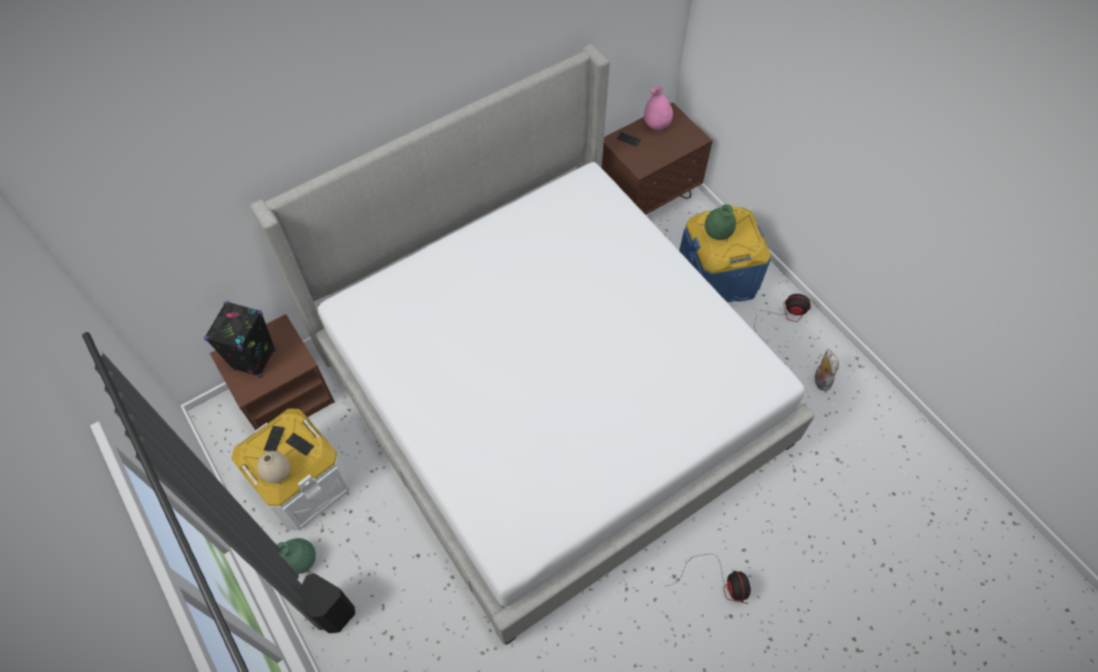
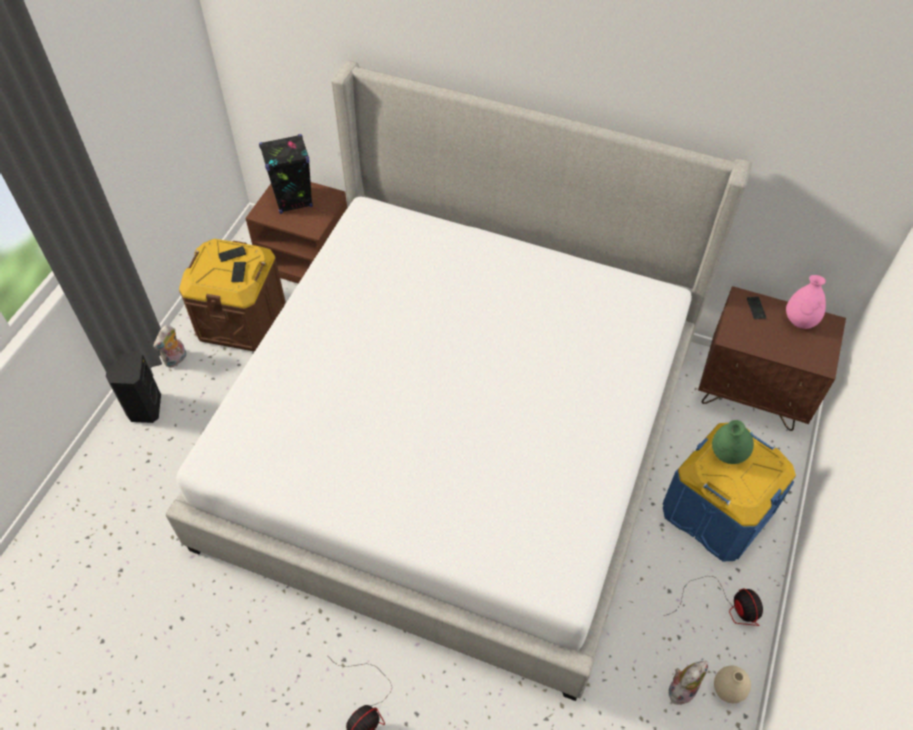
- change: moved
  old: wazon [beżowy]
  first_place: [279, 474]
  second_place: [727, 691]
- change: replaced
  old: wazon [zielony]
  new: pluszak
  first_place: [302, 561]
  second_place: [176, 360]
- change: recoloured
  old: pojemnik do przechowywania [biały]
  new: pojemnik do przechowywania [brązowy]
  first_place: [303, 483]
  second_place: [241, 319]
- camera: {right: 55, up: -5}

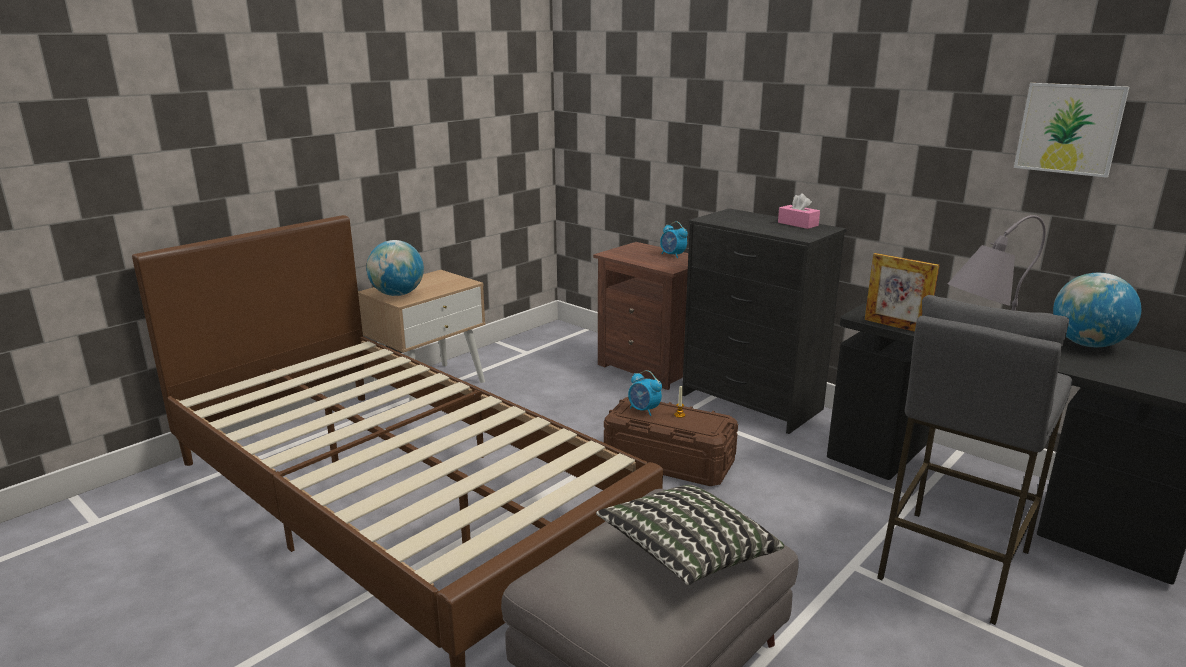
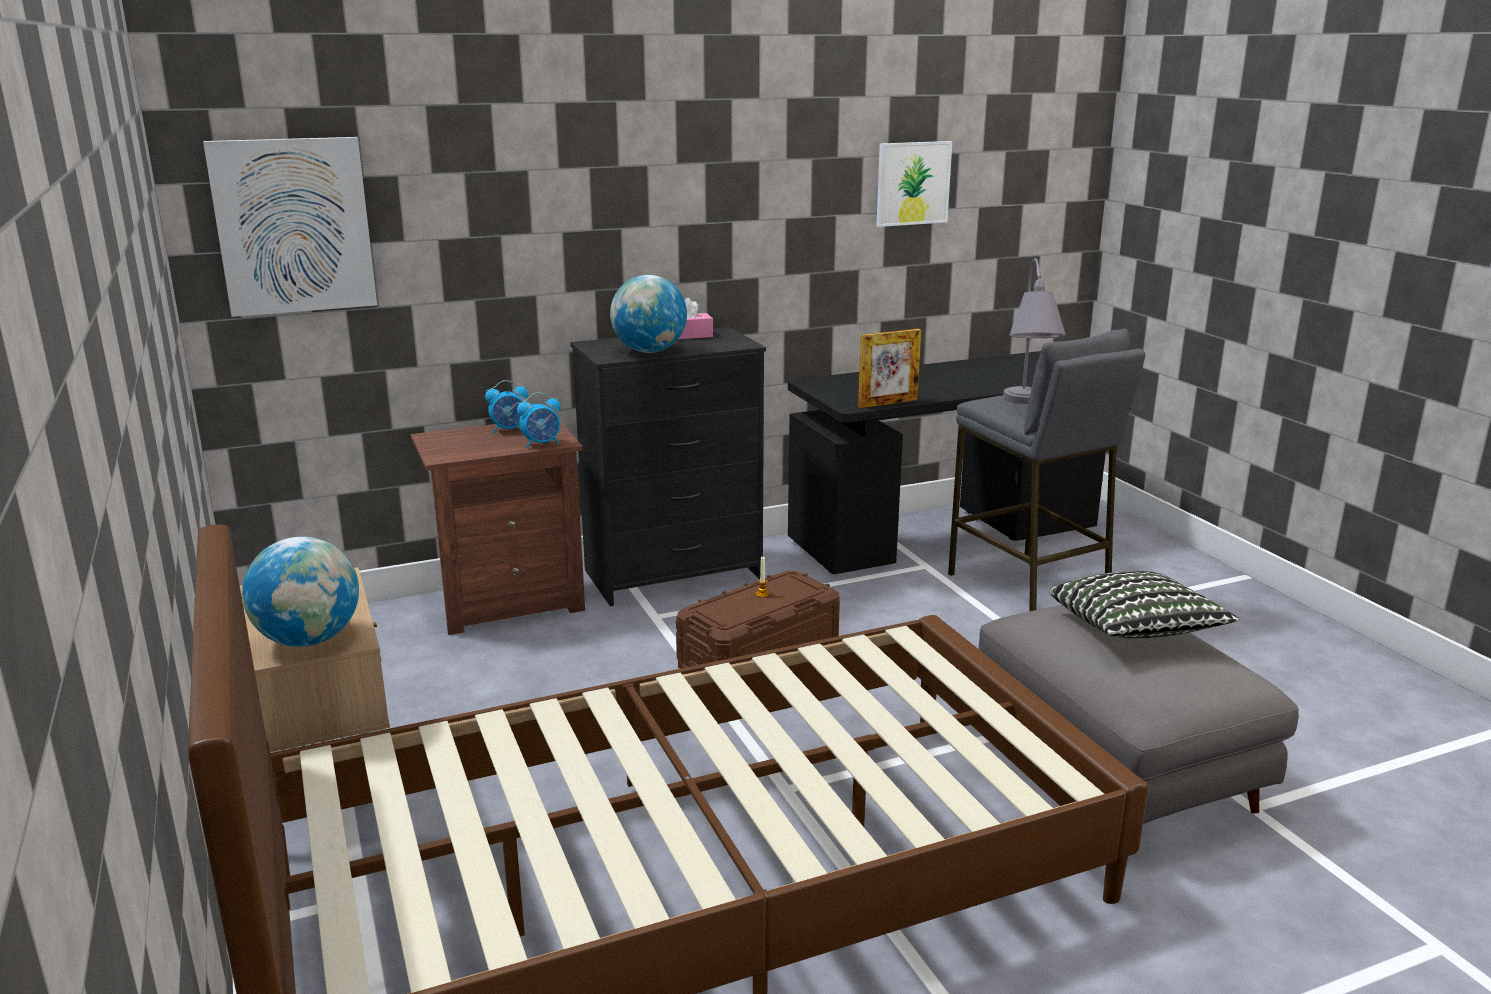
- change: added
  new: obraz
  second_place: [293, 226]
- change: moved
  old: budzik
  first_place: [644, 410]
  second_place: [542, 444]
- change: moved
  old: globus
  first_place: [1087, 344]
  second_place: [649, 351]
- camera: {right: -65, up: 0}

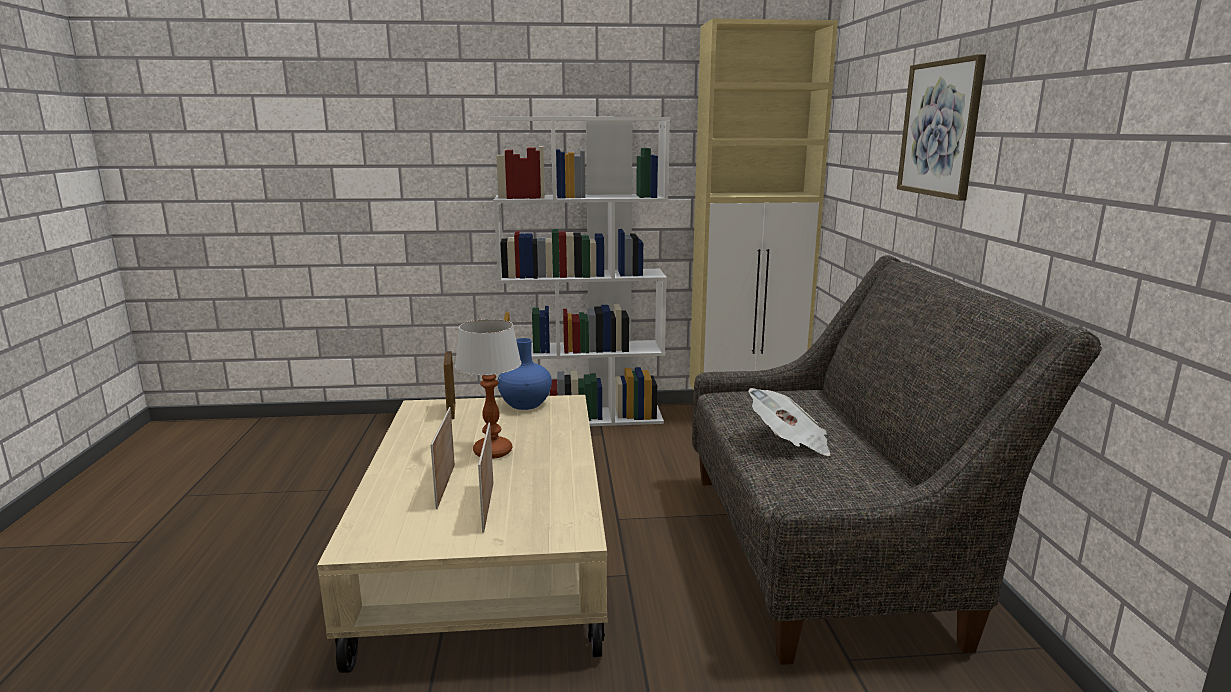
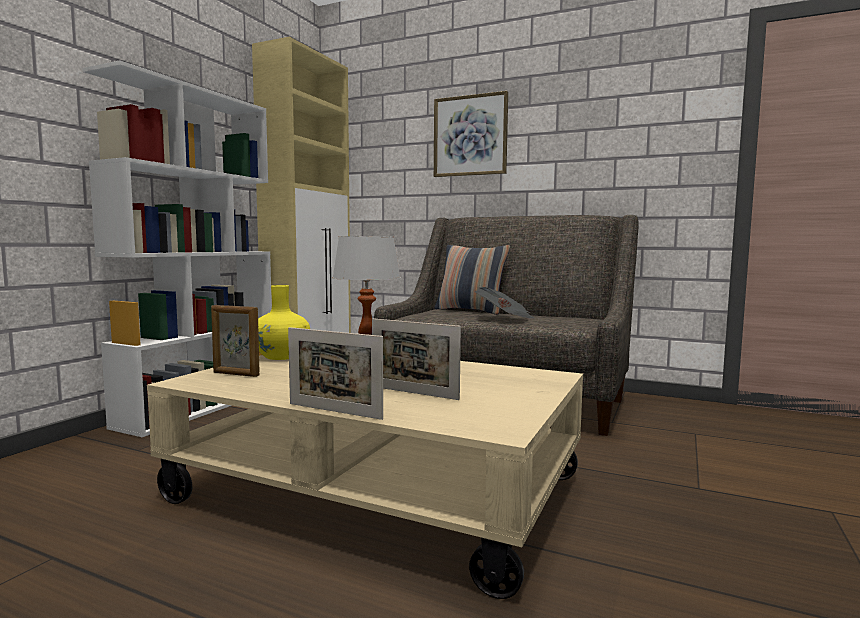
- change: added
  new: poduszka
  second_place: [470, 311]
- change: moved
  old: ramka na zdjęcie
  first_place: [488, 506]
  second_place: [334, 411]
- change: recoloured
  old: wazon [niebieski]
  new: wazon [żółty]
  first_place: [525, 404]
  second_place: [281, 356]
- camera: {right: -60, up: -10}

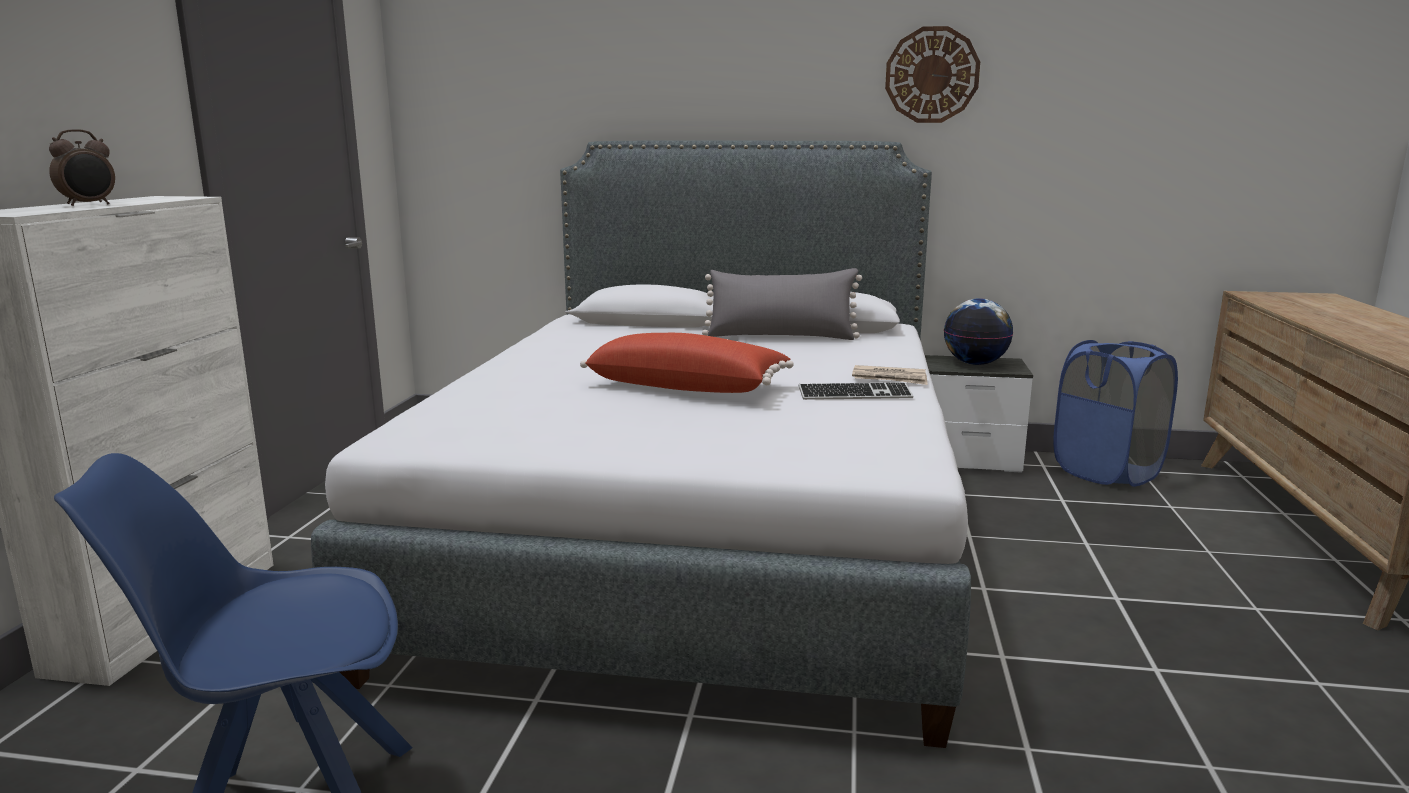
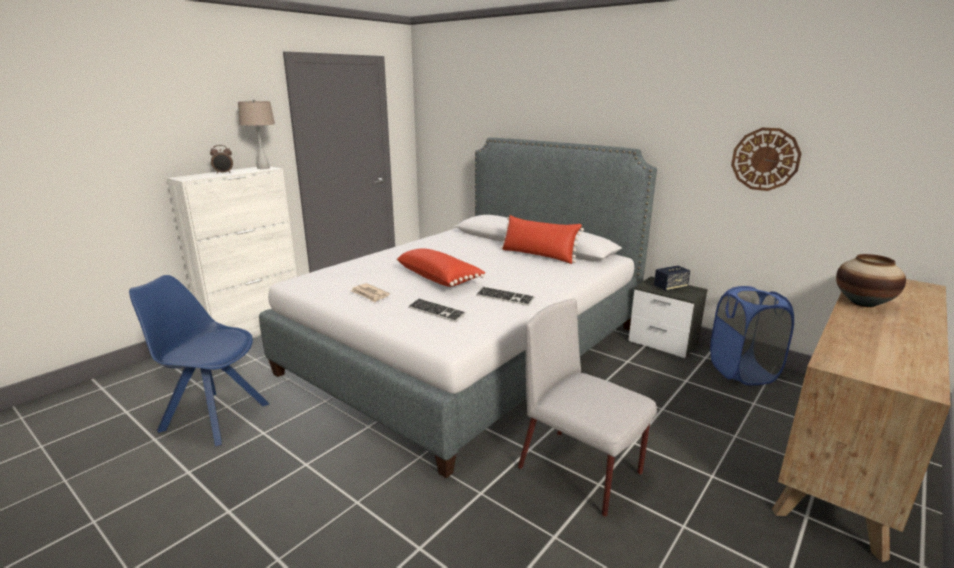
- change: added
  new: lampa stołowa [beżowy]
  second_place: [263, 168]
- change: added
  new: klawiatura
  second_place: [436, 311]
- change: added
  new: krzesło [szary]
  second_place: [581, 471]
- change: added
  new: wazon
  second_place: [863, 303]
- change: moved
  old: gazeta
  first_place: [890, 378]
  second_place: [370, 294]
- change: moved
  old: zegar ścienny
  first_place: [932, 75]
  second_place: [765, 159]
- change: replaced
  old: globus
  new: głośnik
  first_place: [975, 363]
  second_place: [670, 287]
- change: recoloured
  old: poduszka [szary]
  new: poduszka [czerwony]
  first_place: [781, 336]
  second_place: [538, 255]
- camera: {right: 30, up: 5}

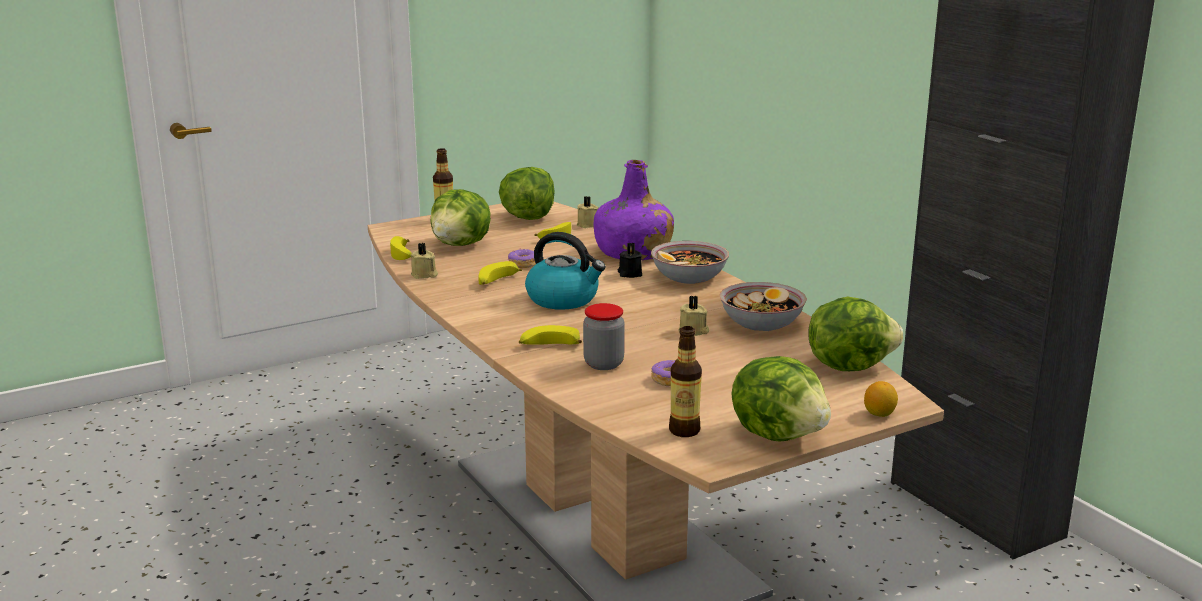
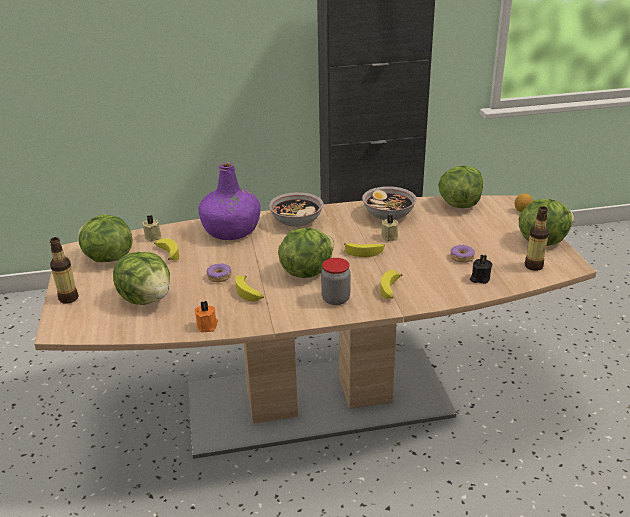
- change: moved
  old: banan
  first_place: [404, 255]
  second_place: [365, 252]
- change: moved
  old: słoik
  first_place: [603, 364]
  second_place: [336, 299]
- change: moved
  old: świeca [czarny]
  first_place: [629, 274]
  second_place: [479, 278]
- change: replaced
  old: czajnik
  new: sałata
  first_place: [564, 299]
  second_place: [306, 271]
- change: recoloured
  old: świeca [beżowy]
  new: świeca [pomarańczowy]
  first_place: [424, 275]
  second_place: [208, 325]
- camera: {right: -70, up: 10}

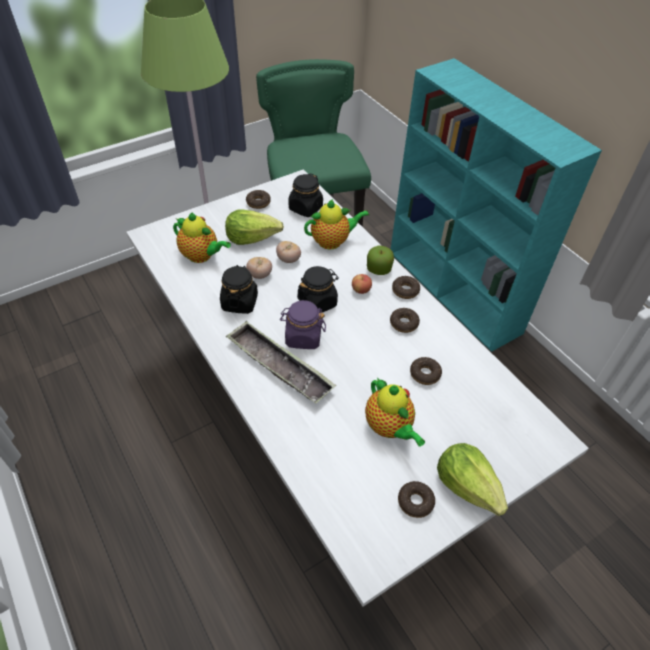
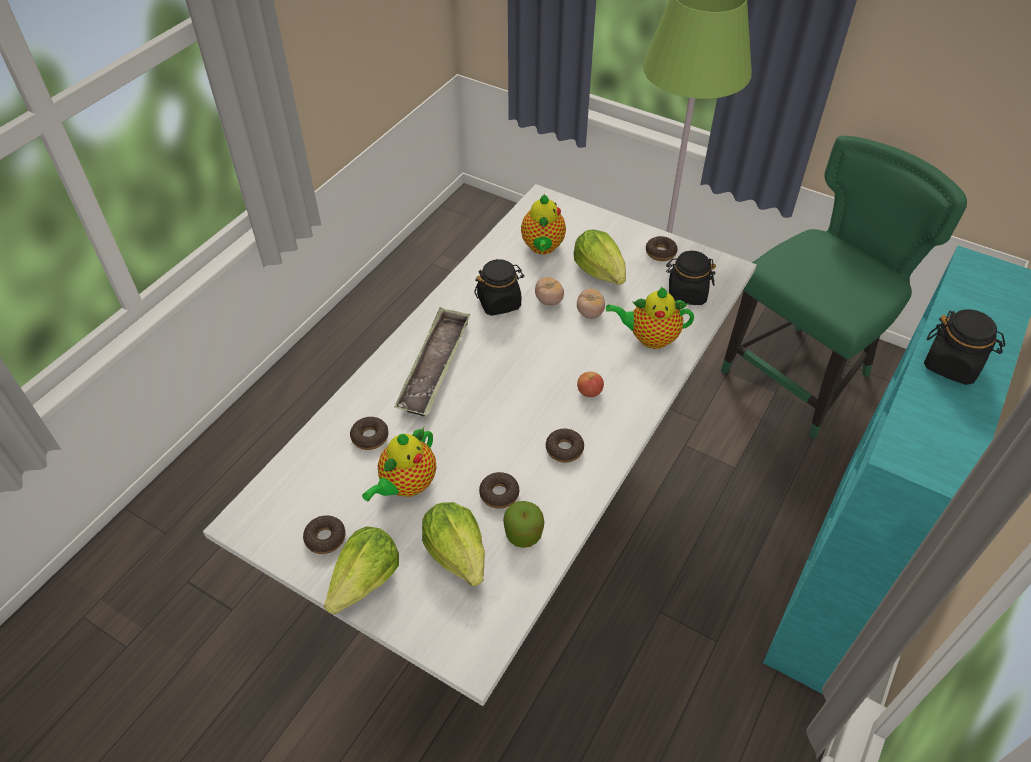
- change: removed
  old: słoik [fioletowy]
  first_place: [303, 337]
- change: added
  new: sałata
  second_place: [458, 553]
- change: moved
  old: słoik [czarny]
  first_place: [317, 302]
  second_place: [952, 364]
- change: moved
  old: jabłko
  first_place: [379, 269]
  second_place: [523, 533]
- change: moved
  old: donut
  first_place: [405, 290]
  second_place: [370, 437]
- change: turned
  old: imbryk
  first_place: [332, 241]
  second_place: [649, 338]
  degrees: 135
- camera: {right: 65, up: 0}

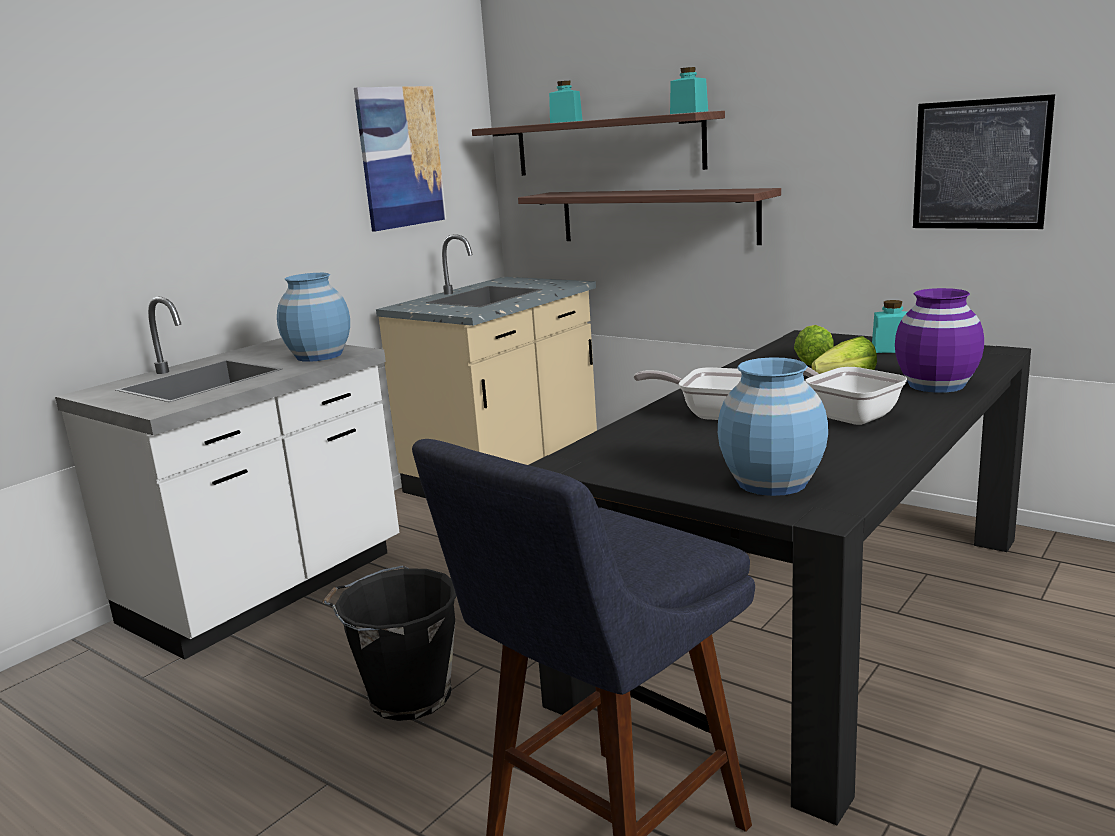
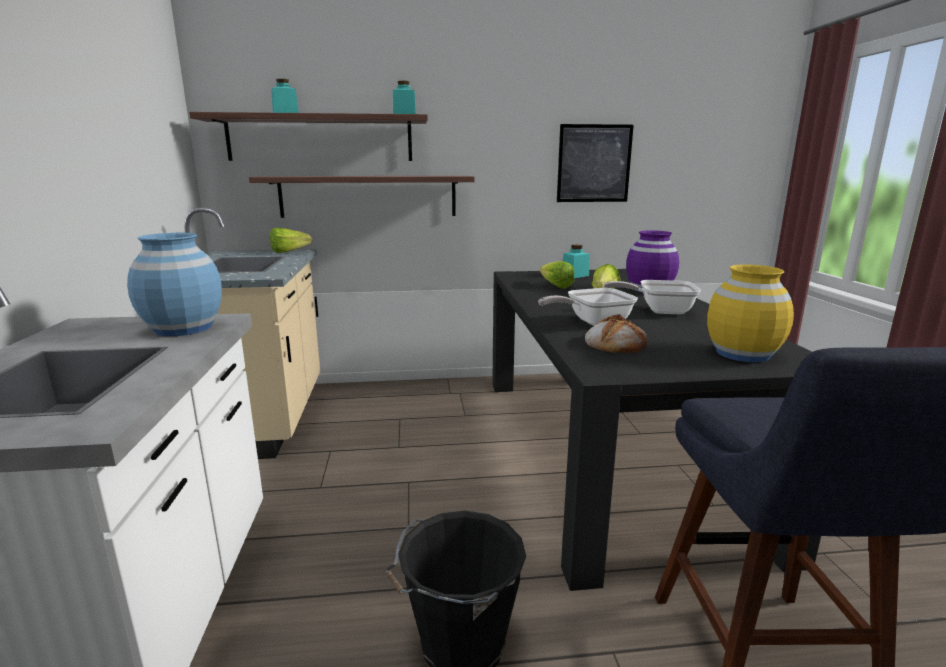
- change: removed
  old: obraz
  first_place: [400, 157]
- change: added
  new: sałata
  second_place: [292, 252]
- change: added
  new: chleb
  second_place: [615, 343]
- change: recoloured
  old: wazon [niebieski]
  new: wazon [żółty]
  first_place: [772, 482]
  second_place: [742, 353]
- camera: {right: -45, up: 0}

